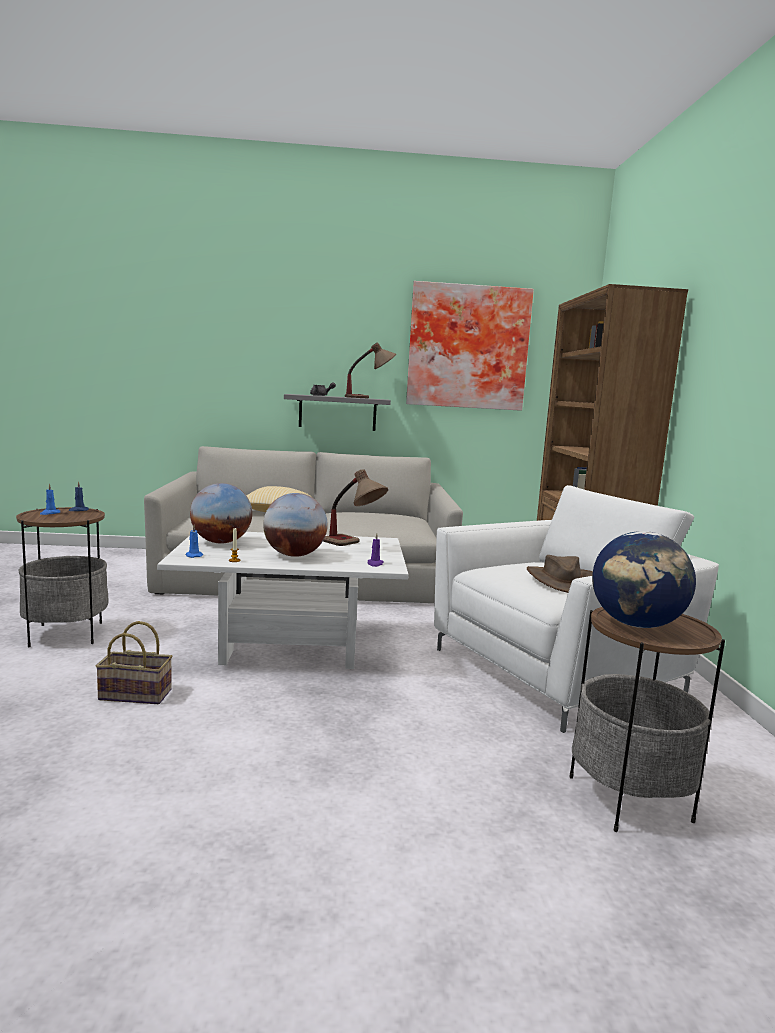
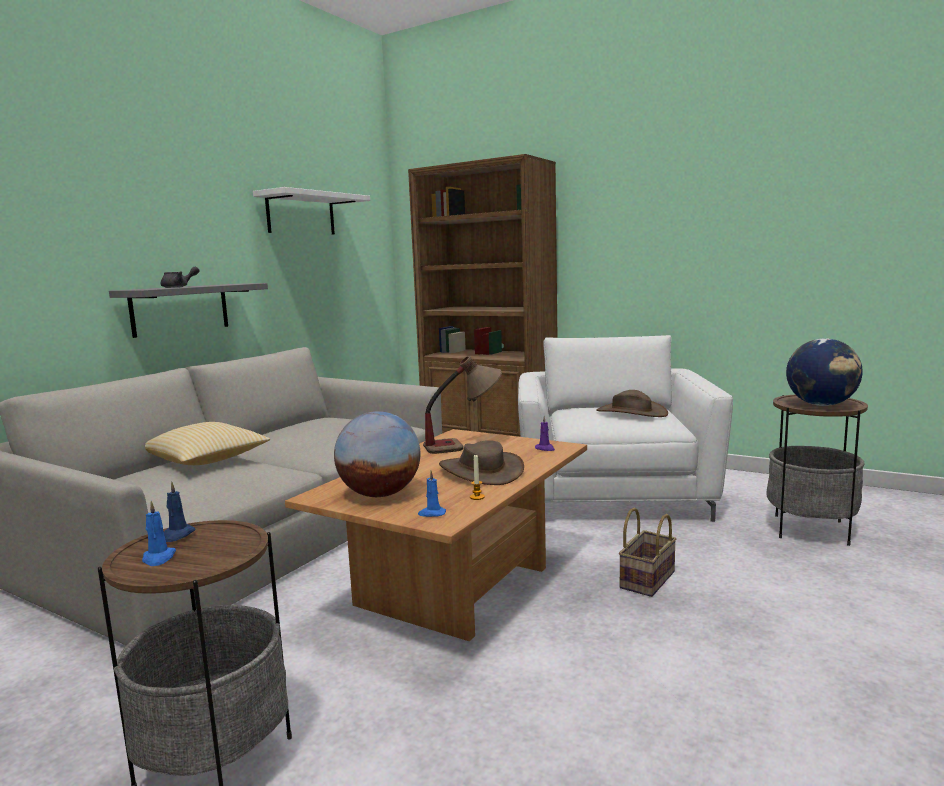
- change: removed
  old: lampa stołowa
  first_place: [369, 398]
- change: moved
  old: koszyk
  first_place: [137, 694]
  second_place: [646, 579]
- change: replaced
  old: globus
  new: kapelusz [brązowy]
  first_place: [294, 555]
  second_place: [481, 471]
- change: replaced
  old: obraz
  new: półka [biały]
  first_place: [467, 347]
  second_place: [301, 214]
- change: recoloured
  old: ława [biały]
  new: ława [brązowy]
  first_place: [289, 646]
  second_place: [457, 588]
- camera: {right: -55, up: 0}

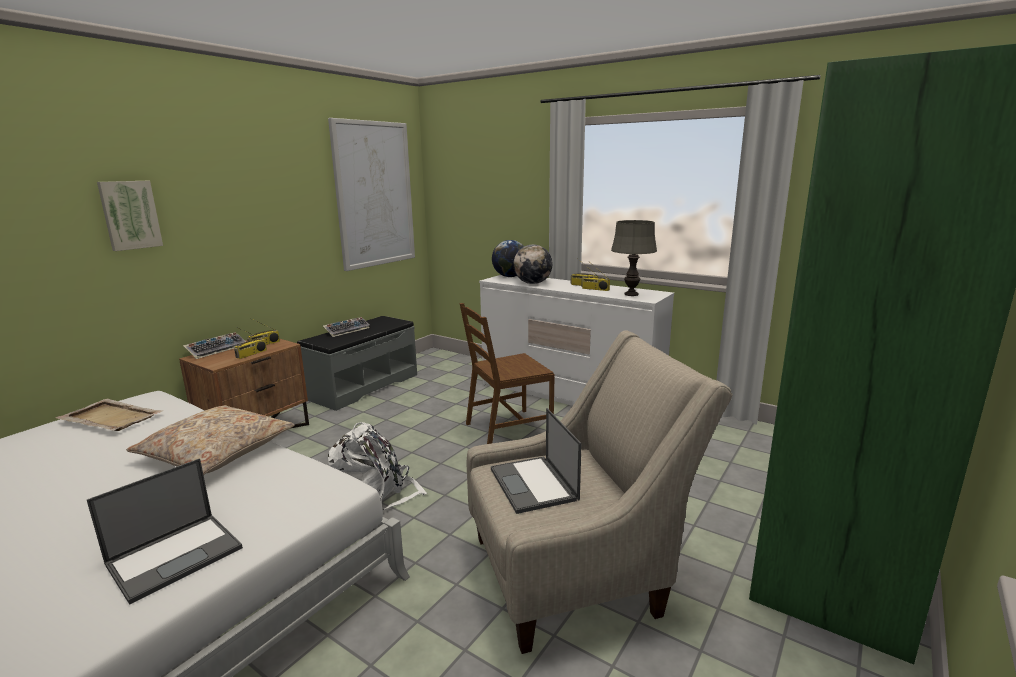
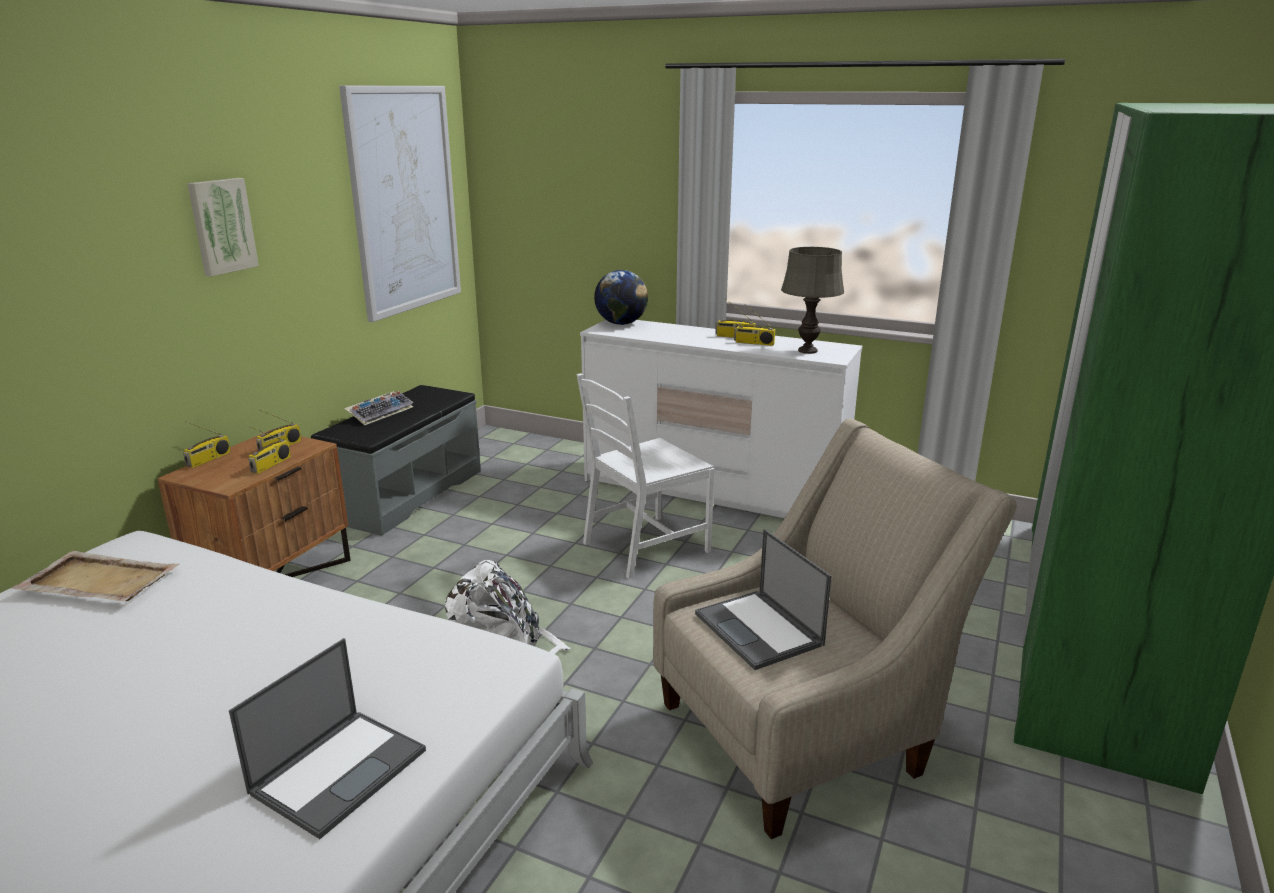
- change: removed
  old: poduszka [beżowy]
  first_place: [216, 452]
- change: removed
  old: globus
  first_place: [533, 283]
- change: moved
  old: obraz
  first_place: [130, 215]
  second_place: [221, 226]
- change: replaced
  old: klawiatura
  new: radio
  first_place: [216, 349]
  second_place: [208, 459]
- change: recoloured
  old: krzesło [brązowy]
  new: krzesło [biały]
  first_place: [507, 429]
  second_place: [645, 547]
- camera: {right: -10, up: 5}

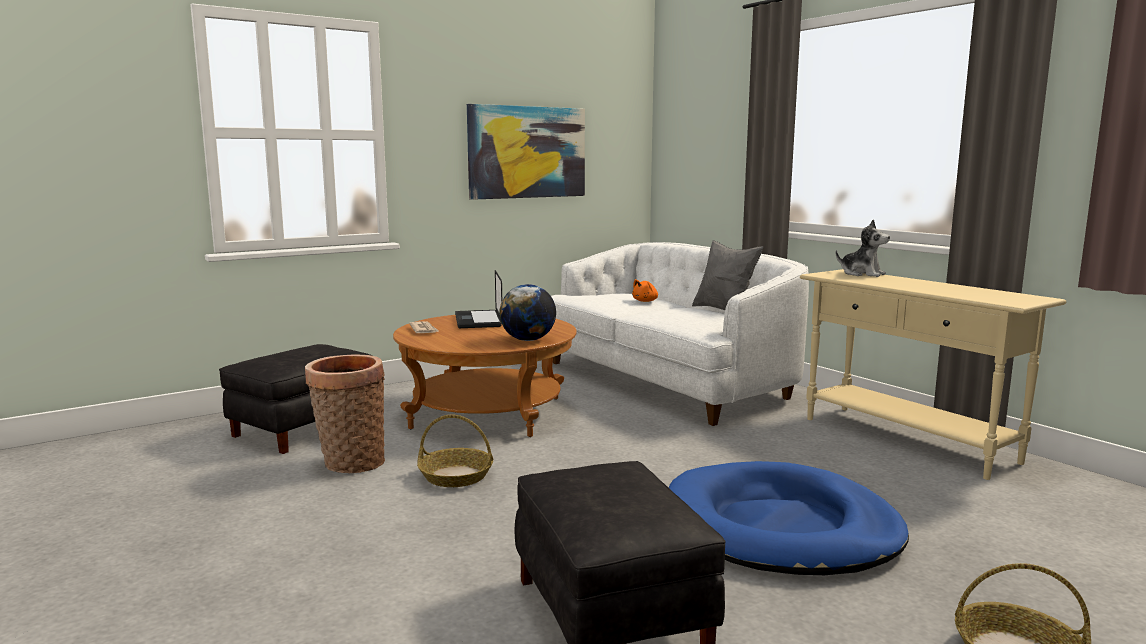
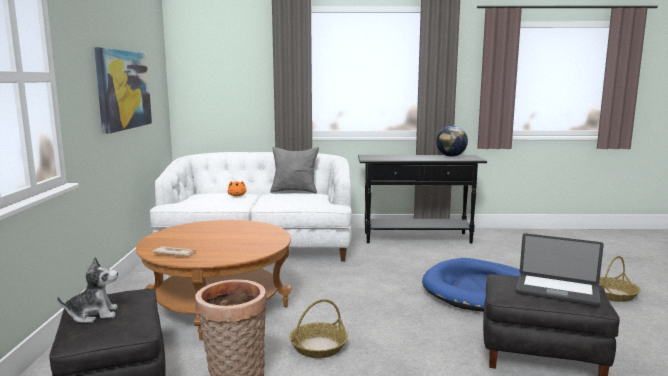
- change: moved
  old: laptop
  first_place: [478, 320]
  second_place: [557, 291]
- change: moved
  old: globus
  first_place: [528, 340]
  second_place: [451, 156]
- change: moved
  old: pluszak
  first_place: [862, 274]
  second_place: [93, 315]
- change: recoloured
  old: stolik konsolowy [beżowy]
  new: stolik konsolowy [czarny]
  first_place: [907, 440]
  second_place: [417, 238]
- camera: {right: -55, up: 0}

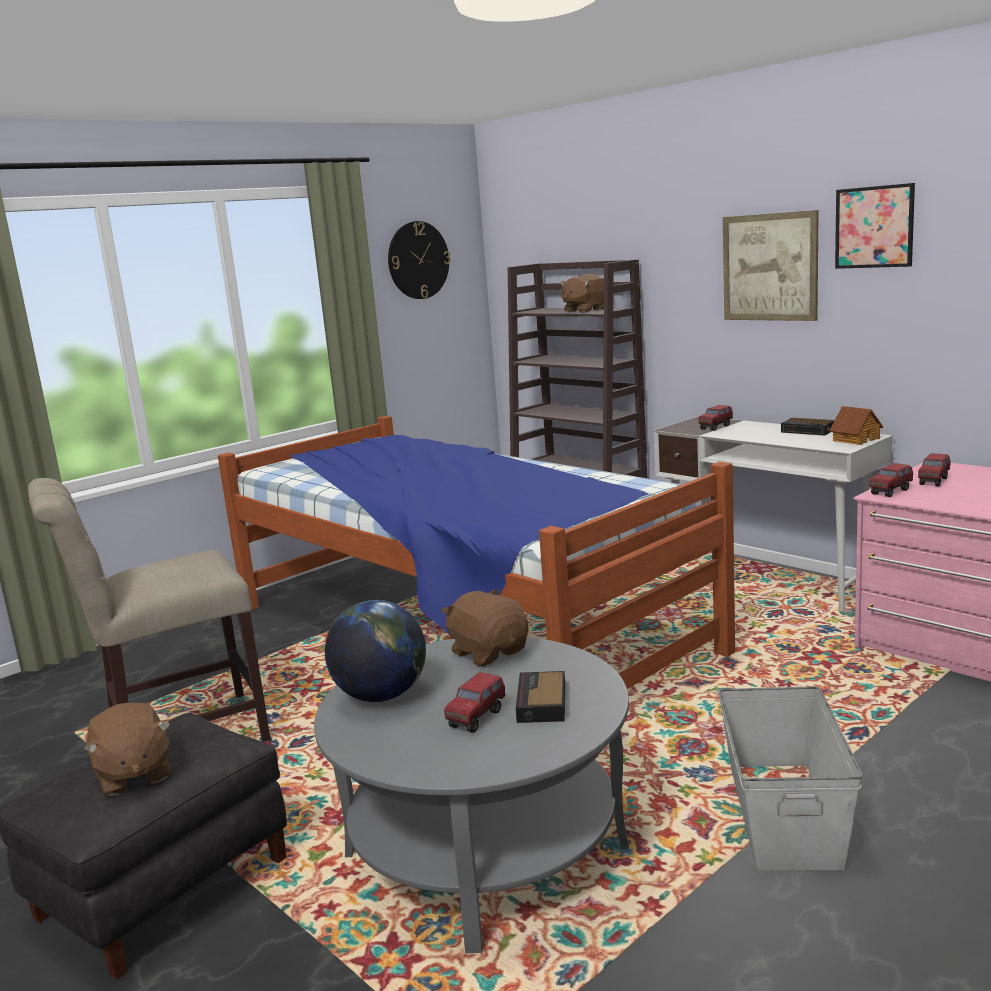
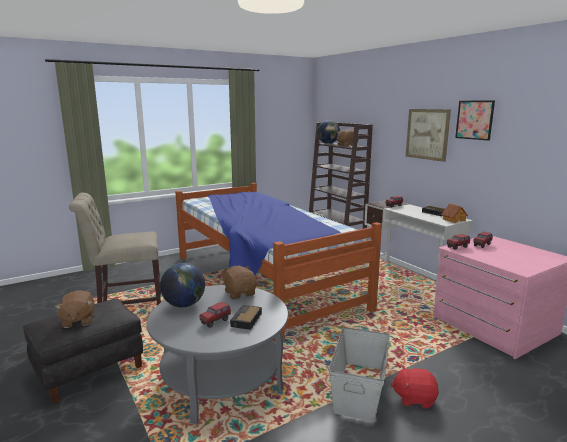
- change: removed
  old: zegar ścienny
  first_place: [418, 260]
- change: added
  new: globus
  second_place: [328, 143]
- change: added
  new: pluszak [czerwony]
  second_place: [414, 398]
- camera: {right: 10, up: 0}

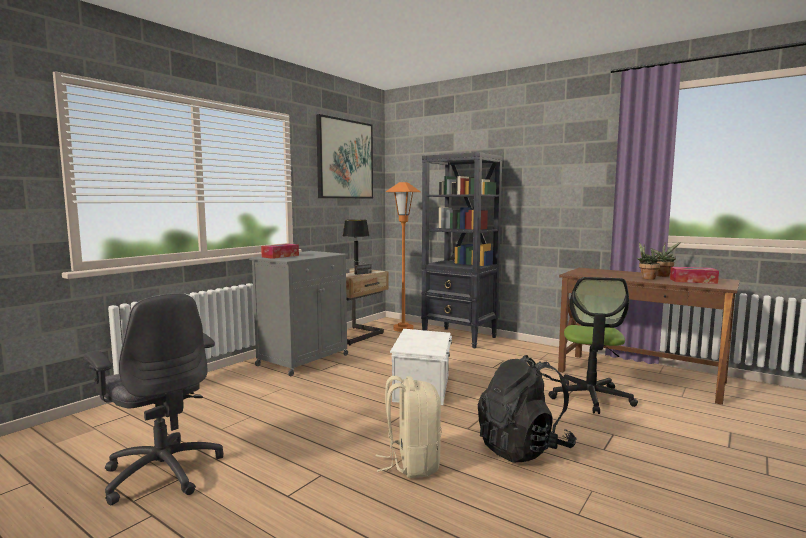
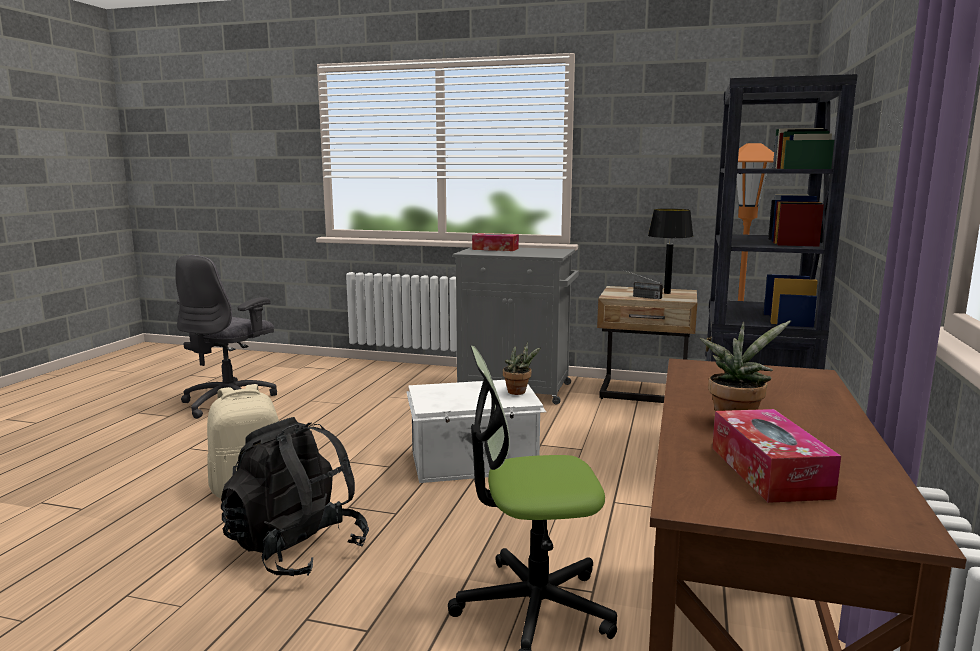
- change: removed
  old: obraz
  first_place: [345, 159]
- change: moved
  old: roślina doniczkowa
  first_place: [663, 275]
  second_place: [519, 392]
- camera: {right: 70, up: 5}

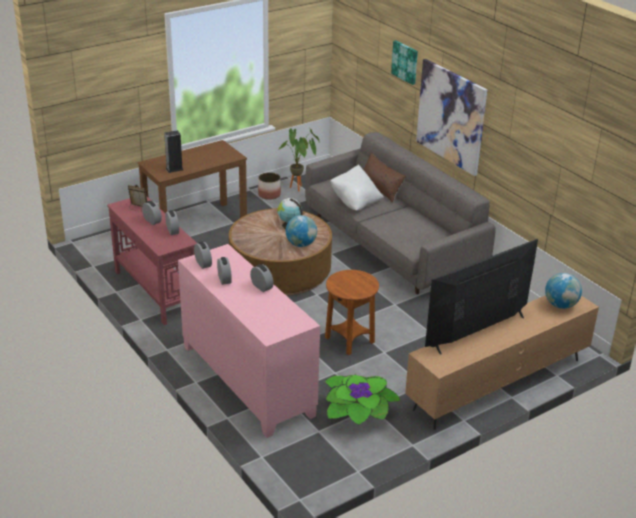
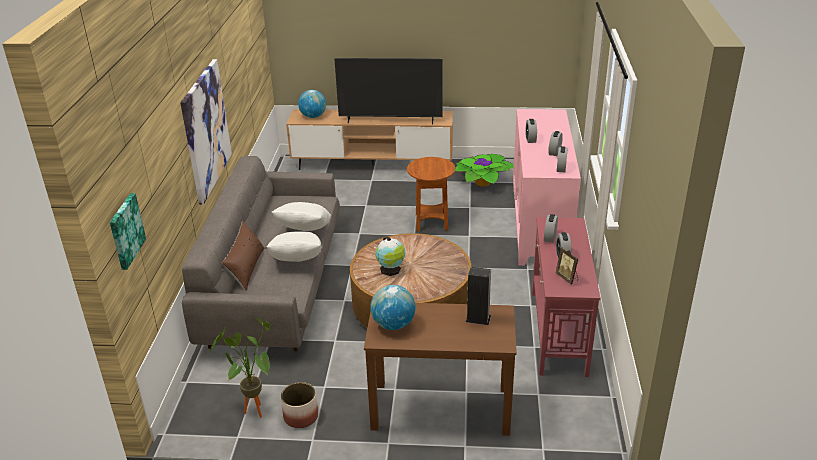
- change: added
  new: poduszka [biały]
  second_place: [304, 231]
- change: moved
  old: globus
  first_place: [301, 244]
  second_place: [393, 324]
- change: moved
  old: obraz
  first_place: [405, 62]
  second_place: [125, 231]
- camera: {right: -140, up: 0}

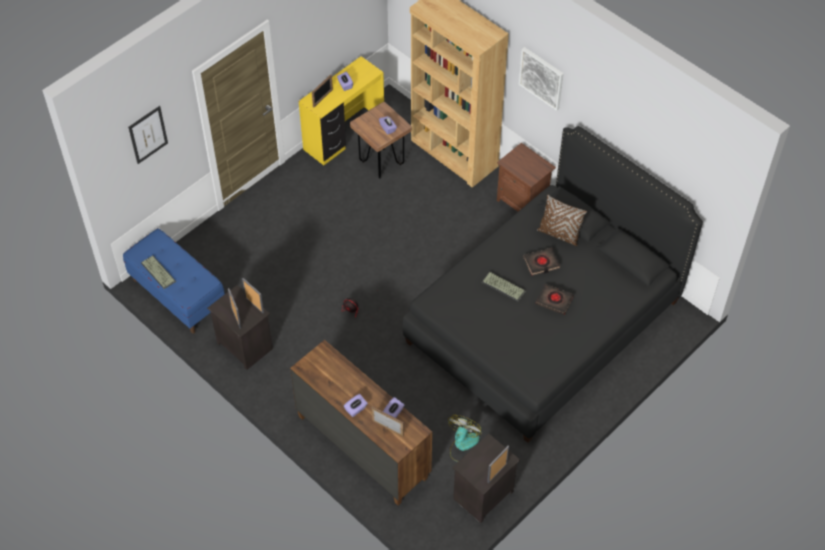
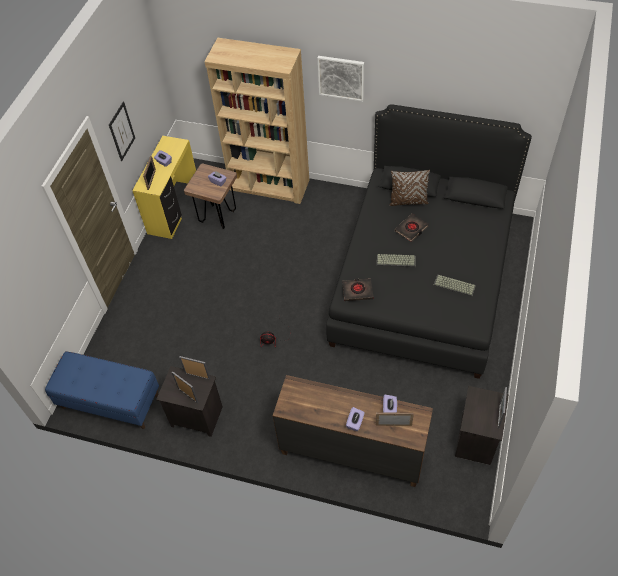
- change: removed
  old: wentylator
  first_place: [464, 446]
- change: removed
  old: szafka nocna [brązowy]
  first_place: [523, 202]
- change: moved
  old: obraz
  first_place: [148, 134]
  second_place: [122, 131]
- change: moved
  old: klawiatura
  first_place: [157, 272]
  second_place: [453, 286]
- change: moved
  old: książka [czarny]
  first_place: [554, 301]
  second_place: [357, 291]
- camera: {right: -25, up: 0}

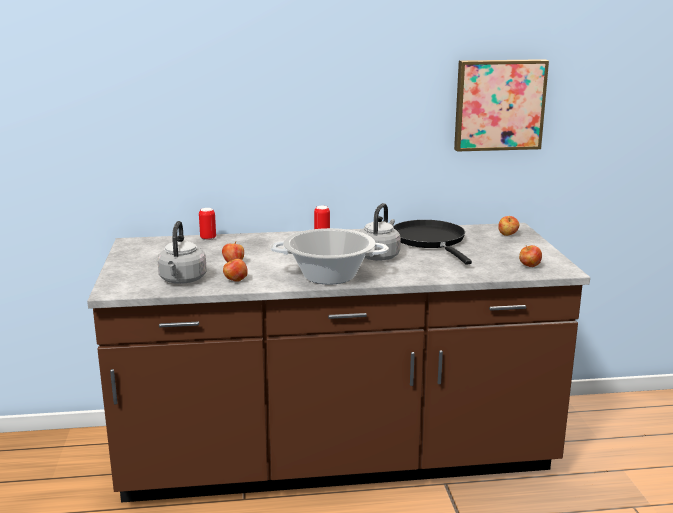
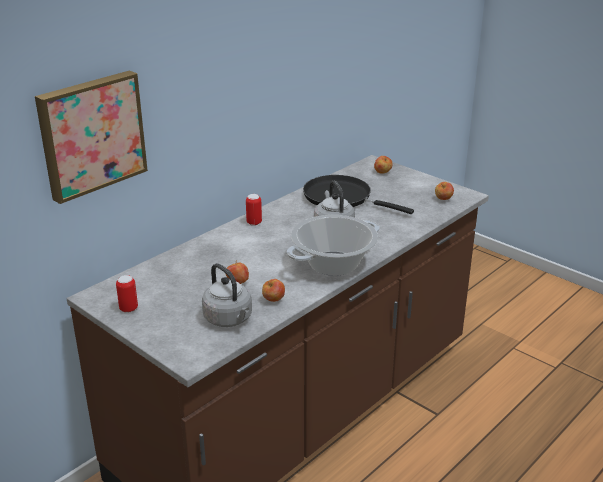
- change: moved
  old: puszka
  first_place: [208, 238]
  second_place: [128, 309]
- change: moved
  old: obraz
  first_place: [498, 104]
  second_place: [91, 134]
- camera: {right: -40, up: 10}

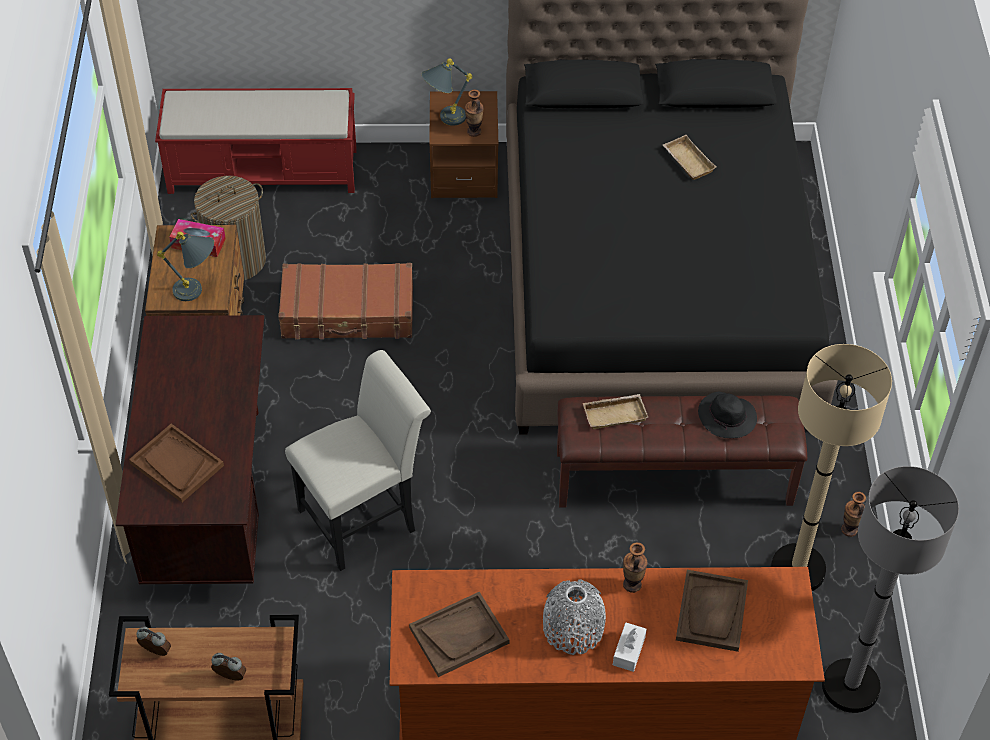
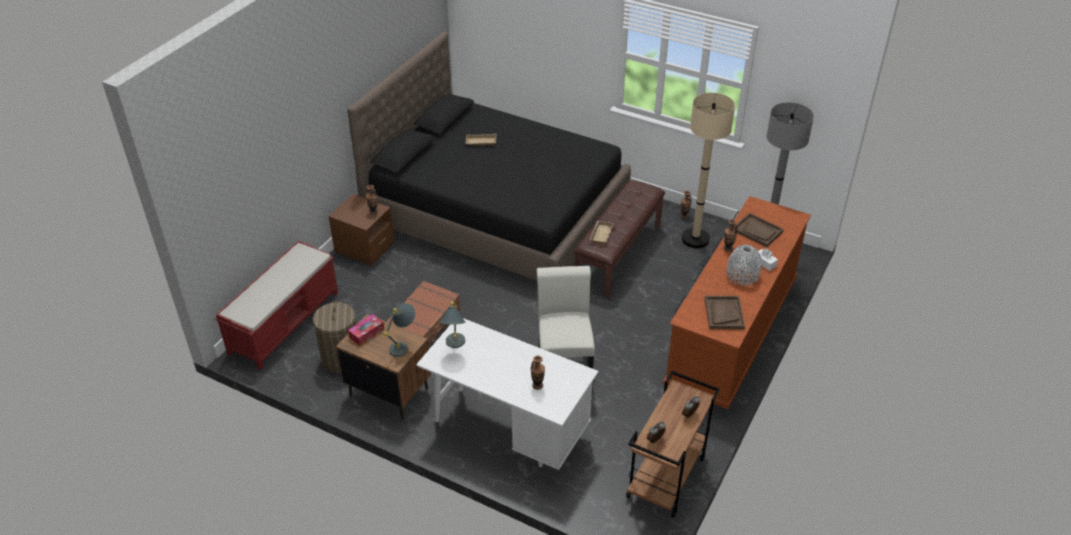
- change: removed
  old: kapelusz [czarny]
  first_place: [727, 418]
- change: moved
  old: lampa stołowa [szary]
  first_place: [444, 119]
  second_place: [454, 346]
- change: replaced
  old: taca [brązowy]
  new: wazon
  first_place: [176, 464]
  second_place: [537, 385]
- change: recoloured
  old: biurko [brązowy]
  new: biurko [biały]
  first_place: [210, 502]
  second_place: [508, 430]
- camera: {right: -60, up: -10}

